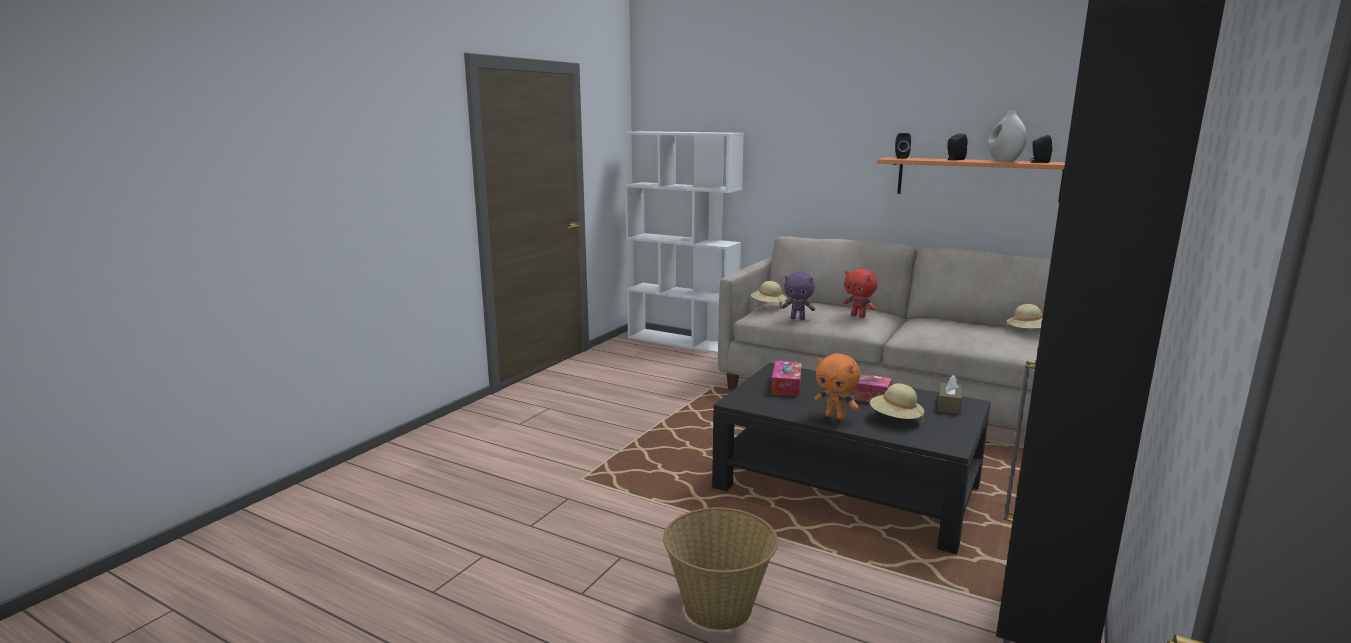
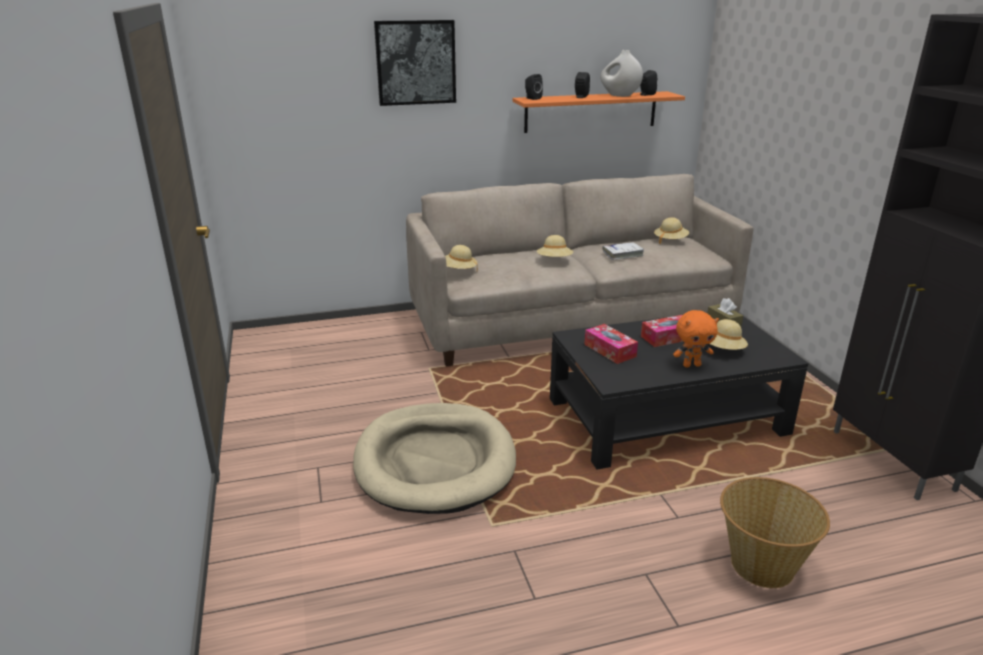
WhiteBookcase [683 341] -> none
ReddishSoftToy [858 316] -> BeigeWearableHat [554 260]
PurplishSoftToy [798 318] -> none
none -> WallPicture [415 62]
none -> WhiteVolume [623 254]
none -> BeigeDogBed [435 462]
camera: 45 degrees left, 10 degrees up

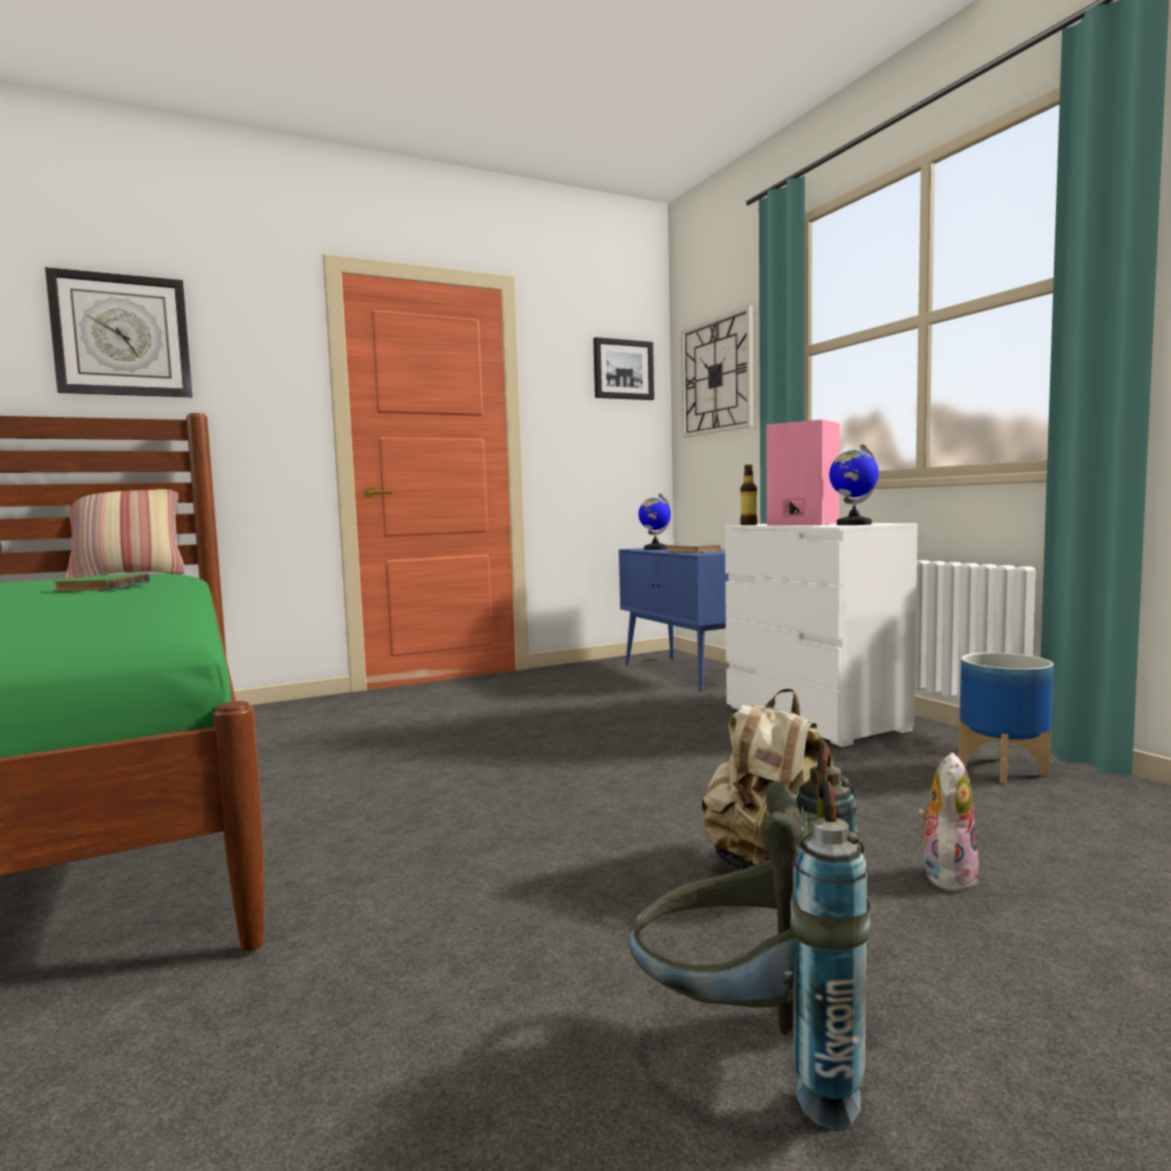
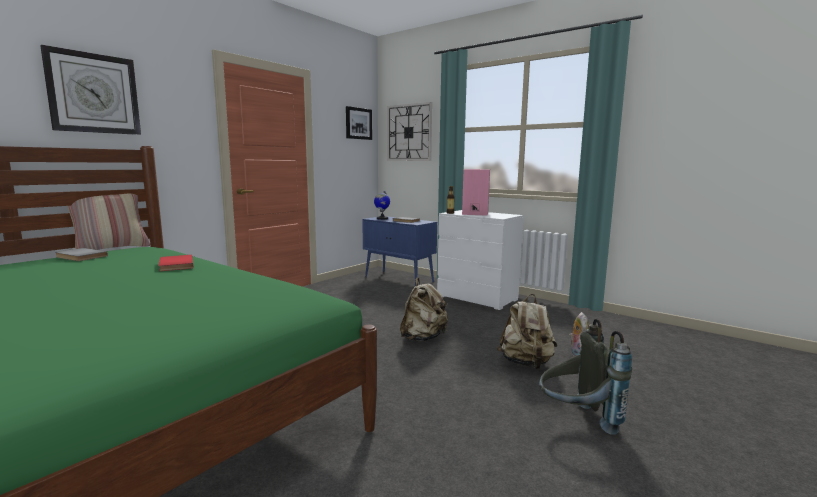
DeskGlobe [853 524] -> none
GreenColouredVolume [100 586] -> ReddishVolume [174 265]
PlantPot [1004 770] -> none
none -> GrayVolume [79 257]
none -> BeigeBackpack [423 338]
camera: 25 degrees left, 5 degrees up

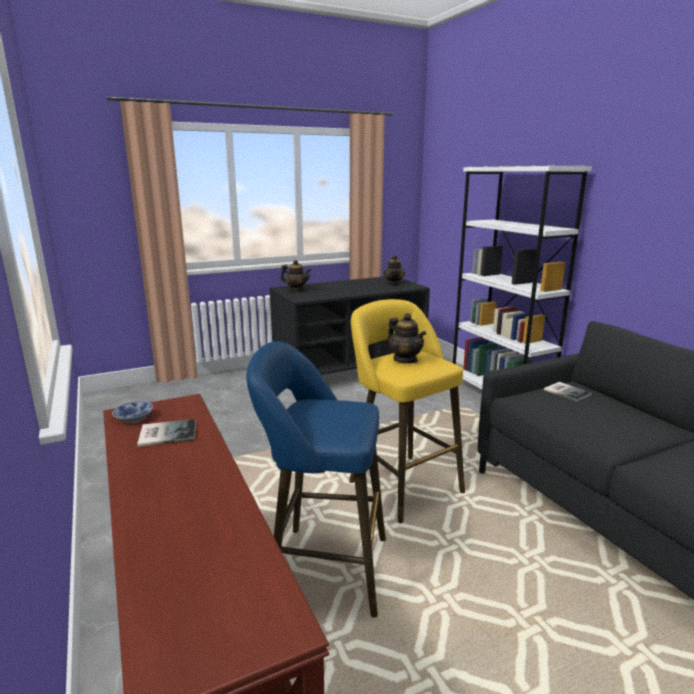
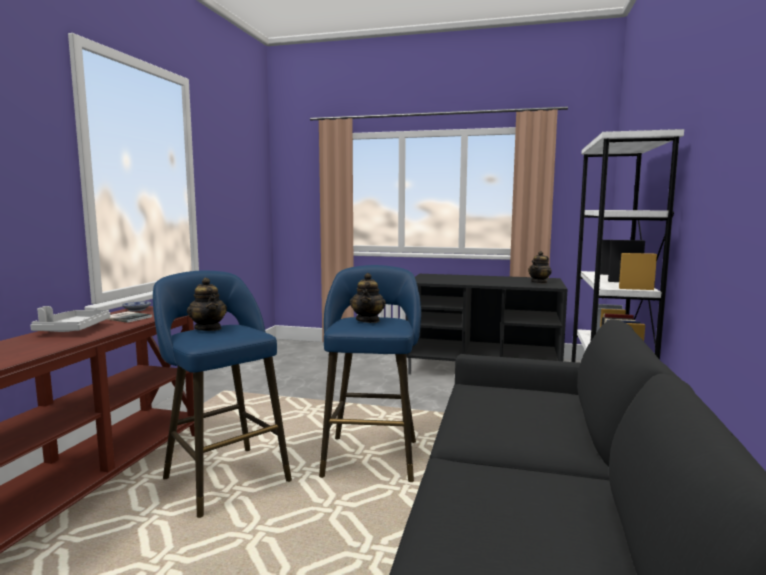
PotForTea [296 290] -> PotForTea [208 328], shifted
YellowishStoolSeat [401 484] -> BlueColouredStoolSeat [371 455]
Volume [566 391] -> none
none -> GrayCarryingTray [73 329]
camera: 40 degrees right, 10 degrees down

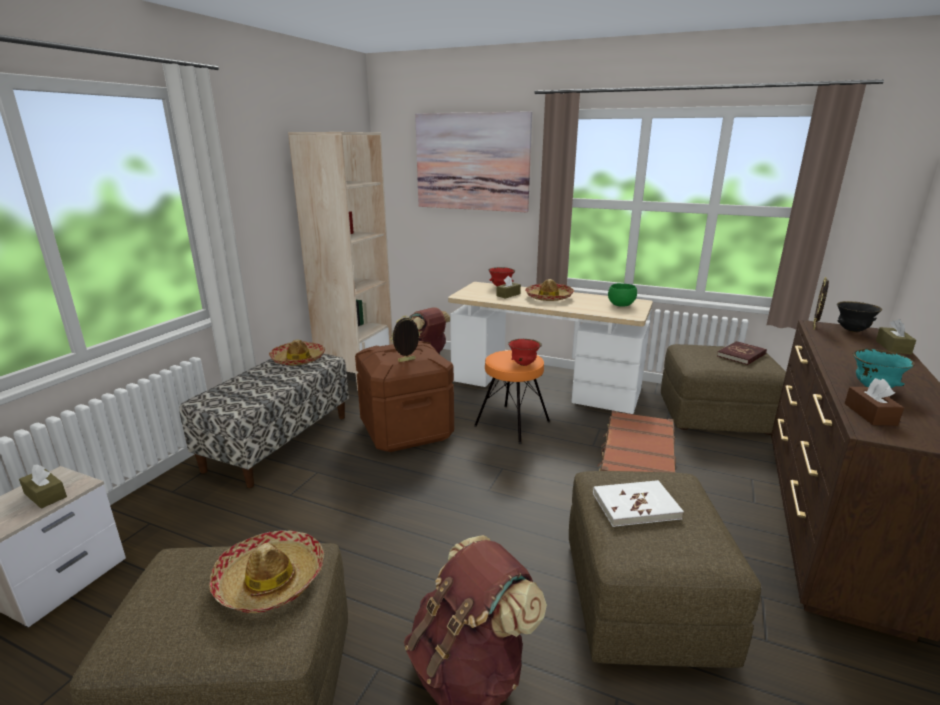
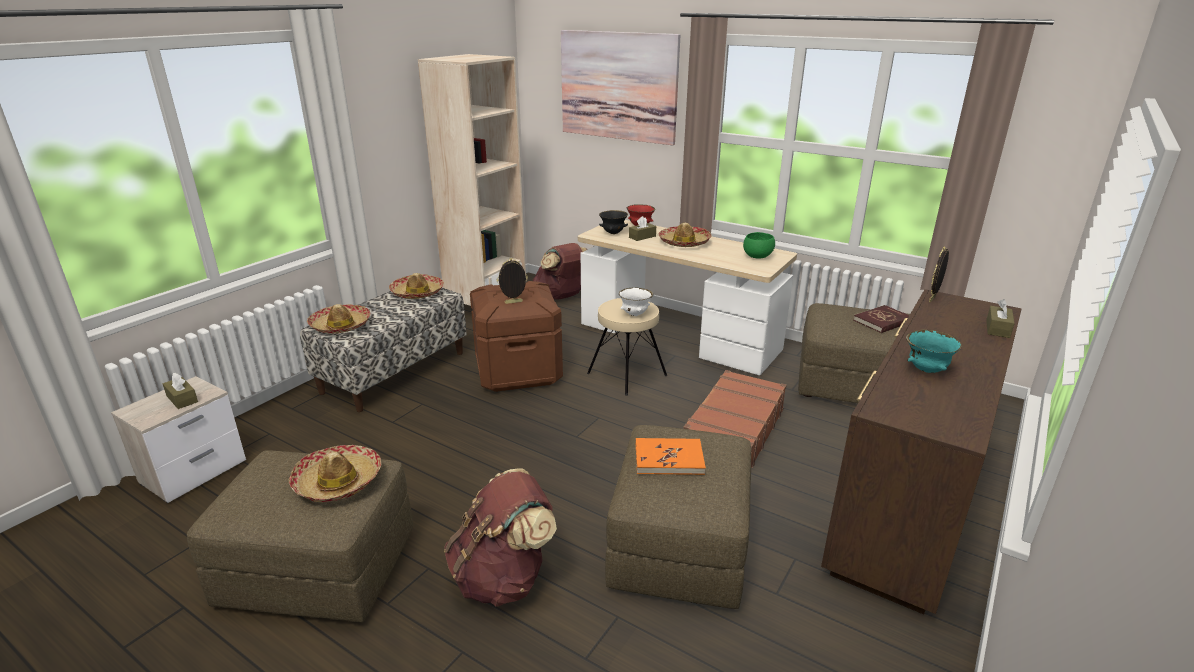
BlackishDeepDish [852 331] -> BlackishDeepDish [613 233], shifted
ReddishDeepDish [524 364] -> WhiteDeepDish [635 314]
OrangeStoolSeat [511 424] -> BeigeStoolSeat [626 374]
BrownTissueBox [870 414] -> none
WhiteVolume [635 506] -> OrangeVolume [669 459]
none -> WearableHat [340 326]
camera: 10 degrees right, 5 degrees up

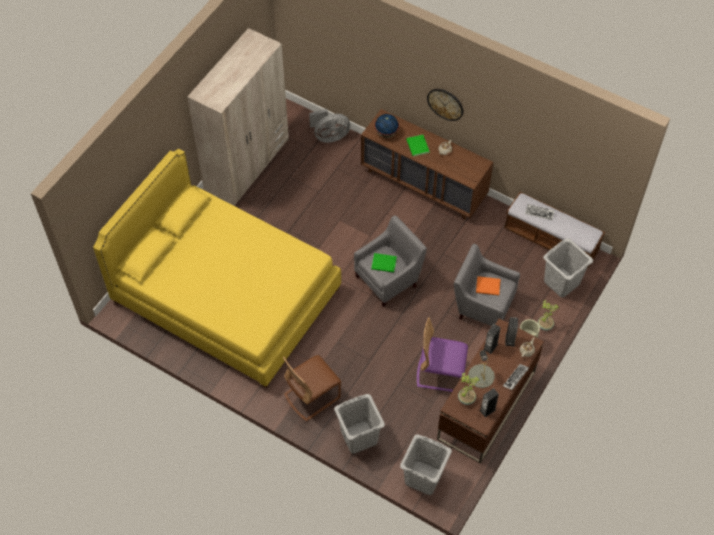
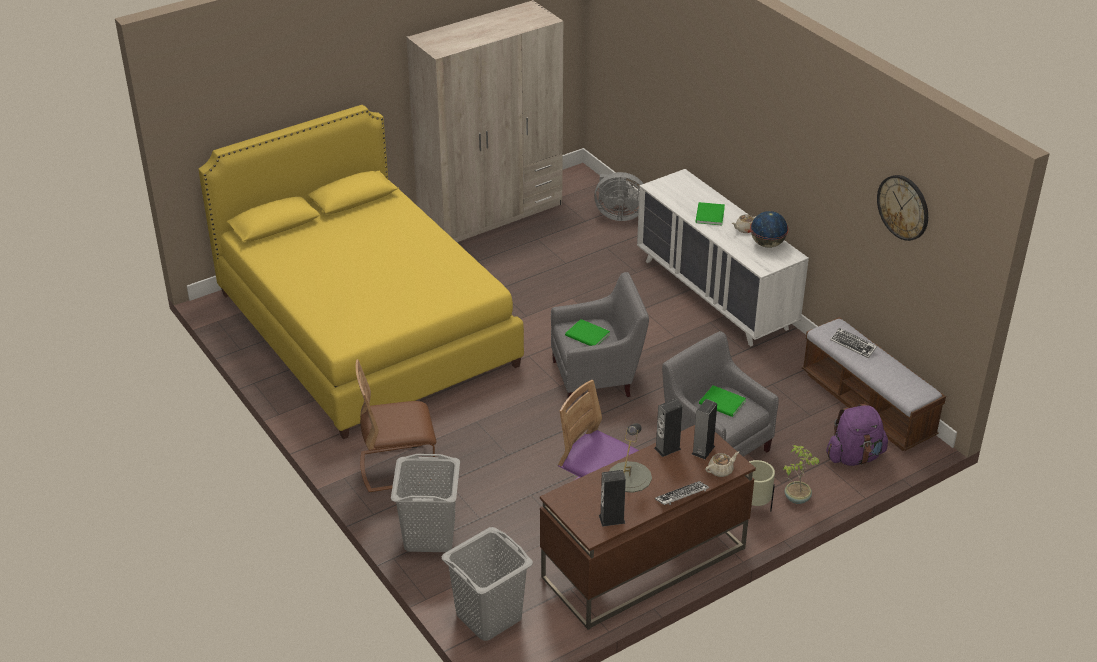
WallClock [445 104] -> WallClock [903 207], shifted
BrownDrawerChest [424 184] -> WhiteDrawerChest [715 295]
DeskGlobe [386 133] -> DeskGlobe [767 244], shifted
GrayHamper [561 282] -> PurplishBackpack [854 457]
OrangeVolume [488 287] -> GreenColouredVolume [722 403]
Houseplant [466 399] -> none
camera: 25 degrees right, 20 degrees down

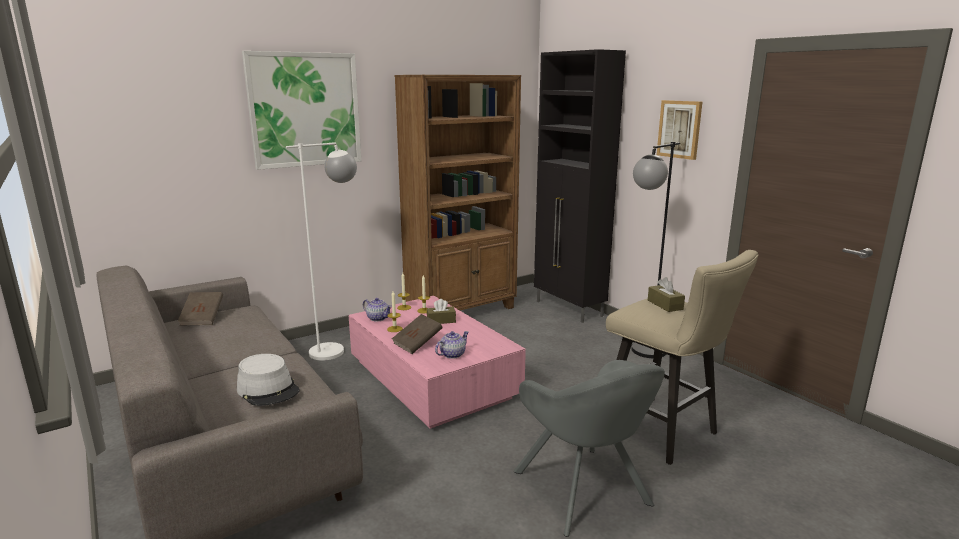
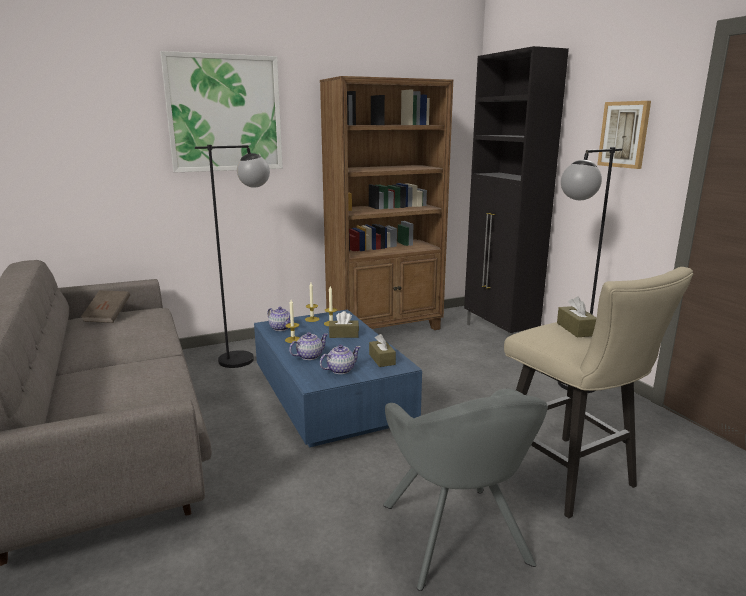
WhiteFloorLamp [337 349] -> BlackishFloorLamp [248 357]
PinkishCoffeeTable [431 379] -> BlueColouredCoffeeTable [330 395]
BrownVolume [417 344] -> PotForTea [309 356]
GrayWearableHat [268 389] -> none
none -> BrownTissueBox [382 359]
camera: 10 degrees right, 0 degrees up

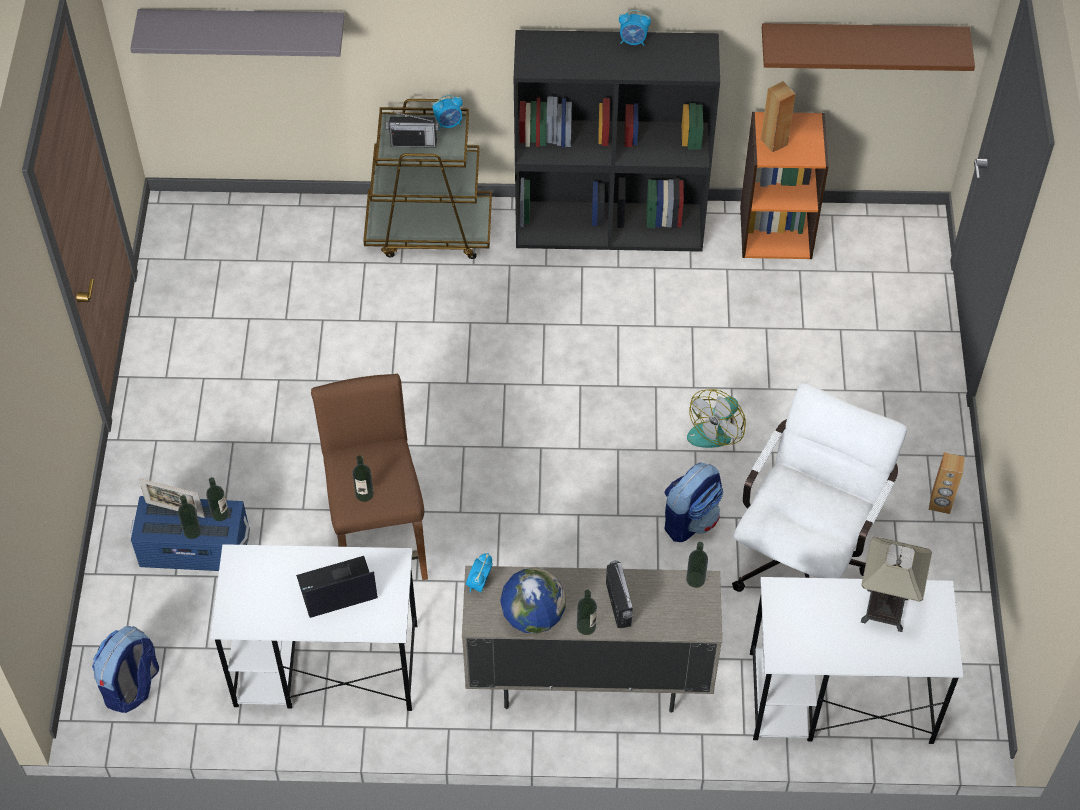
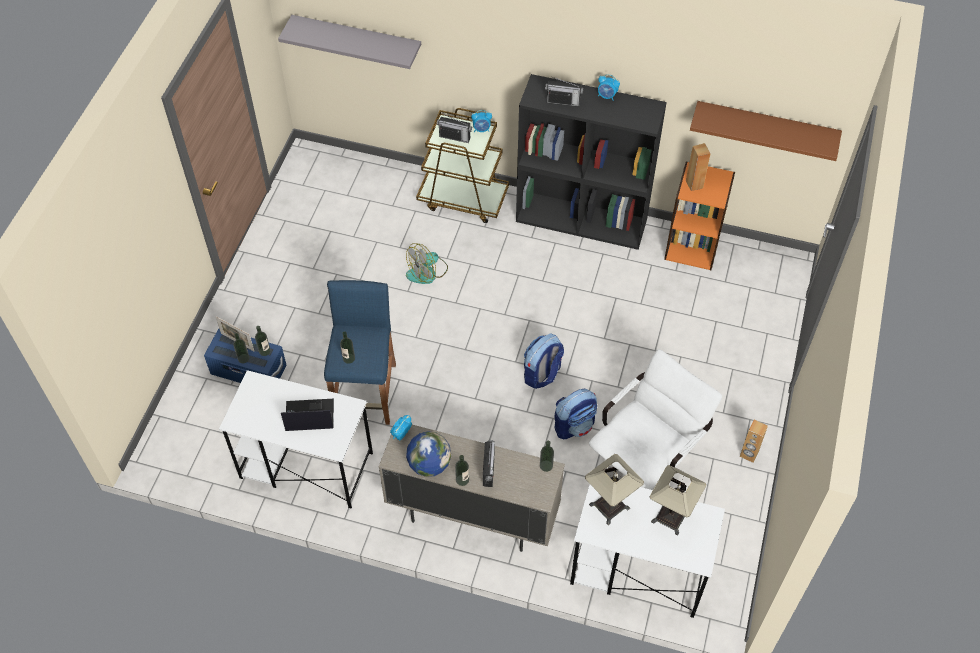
BrownStoolSeat [379 541] -> BlueColouredStoolSeat [366 392]
ElectricFan [717 428] -> ElectricFan [427 272], shifted
Backpack [132 687] -> Backpack [542 374], shifted
none -> RadioSet [563 101]
none -> LampForATable [609 506]
camera: 15 degrees right, 0 degrees up

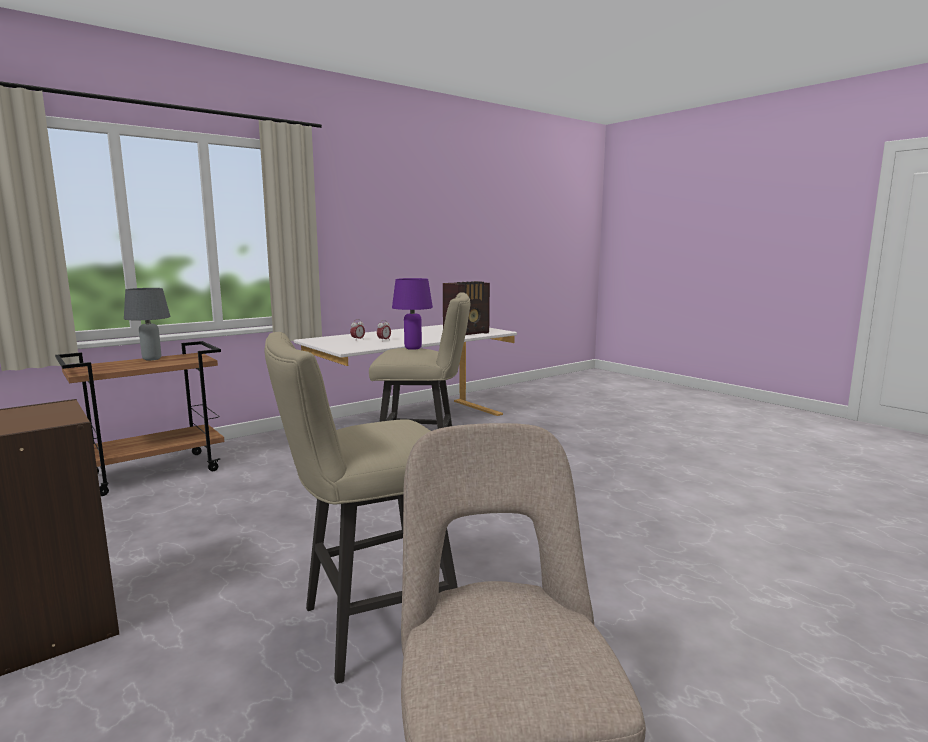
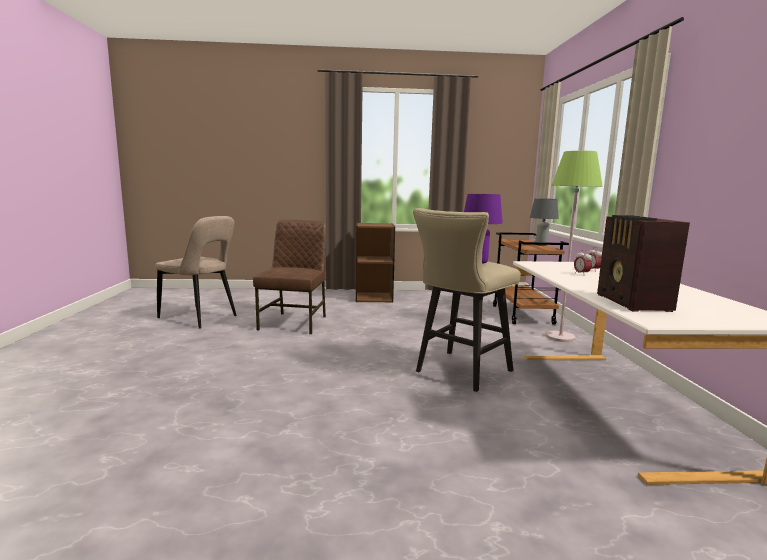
BeigeStoolSeat [369 628] -> BrownChair [295 322]
none -> GreenColouredFloorLamp [560 337]
camera: 125 degrees right, 0 degrees up

